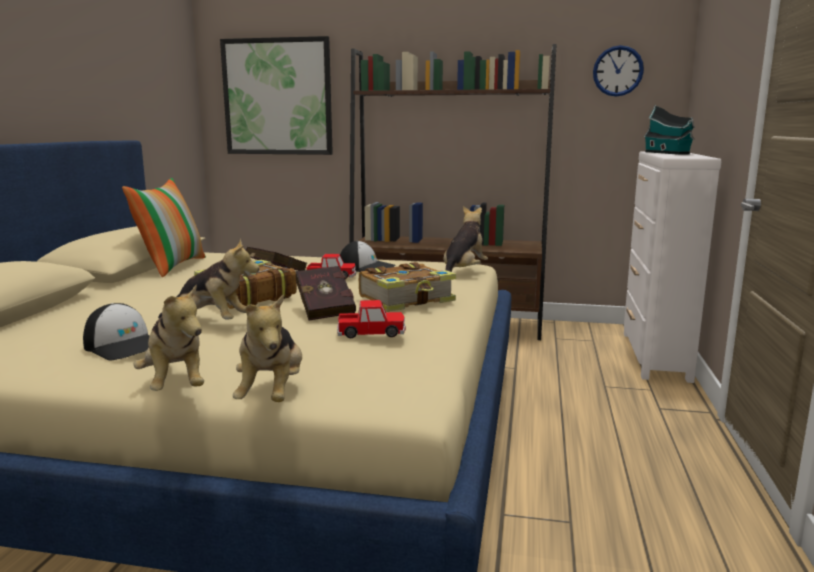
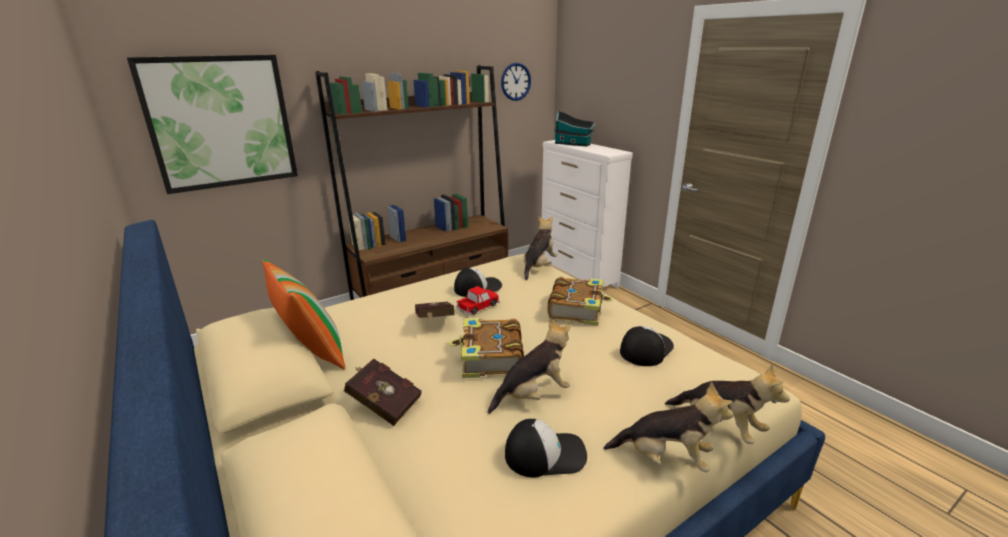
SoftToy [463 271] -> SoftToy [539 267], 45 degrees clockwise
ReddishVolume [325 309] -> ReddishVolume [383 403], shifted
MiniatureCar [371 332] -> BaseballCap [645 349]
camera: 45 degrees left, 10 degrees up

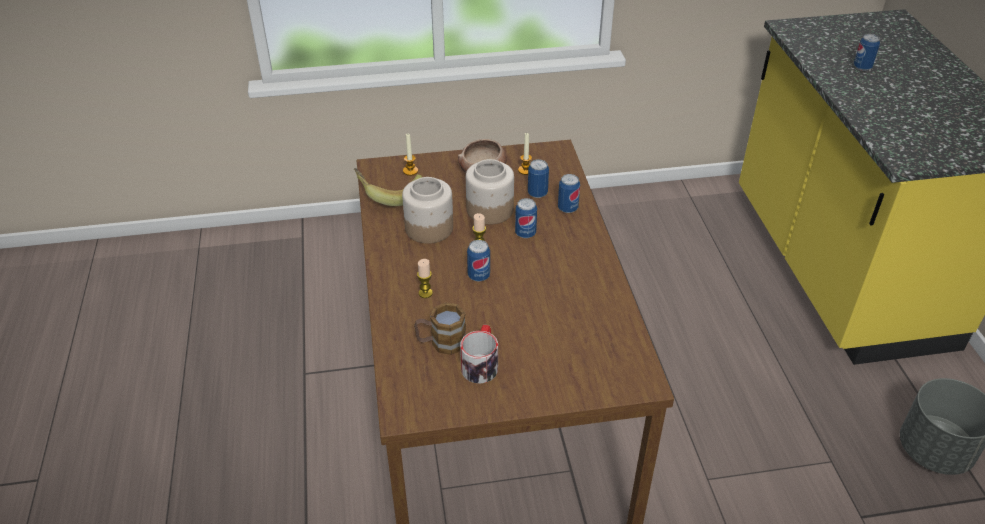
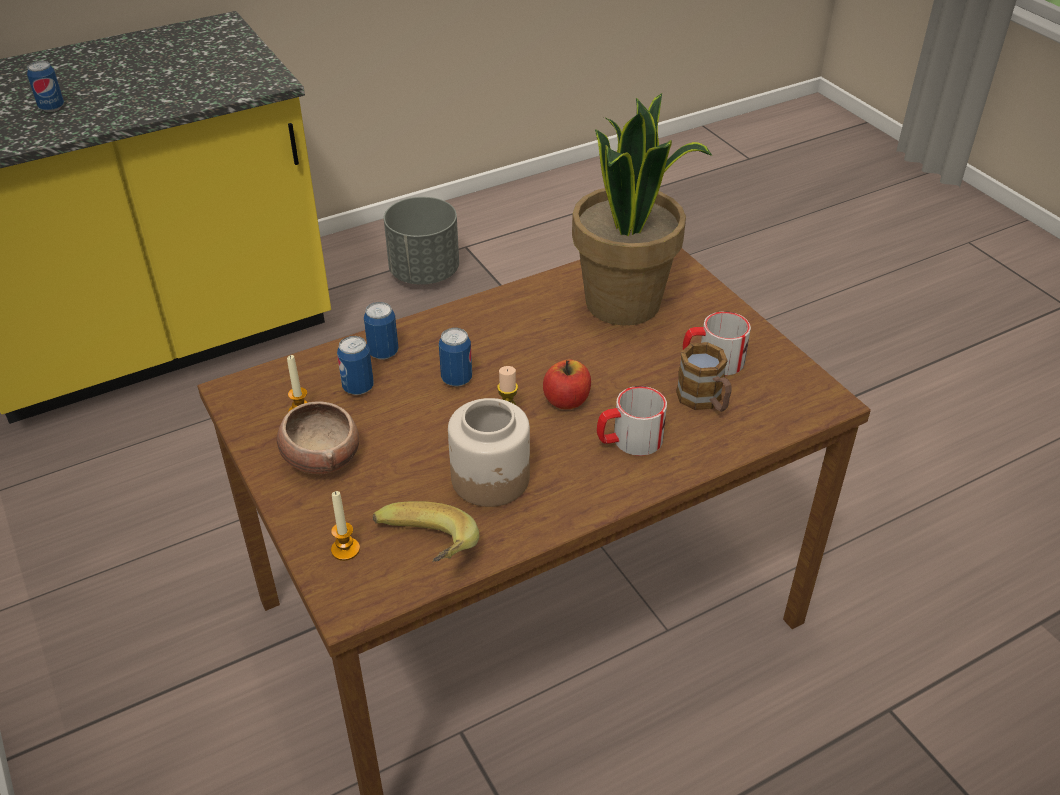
PreserveJar [489 210] -> none
MetalCan [478 276] -> Apple [566 400]
WaxLight [425 293] -> CoffeeMug [629 440]
none -> Houseplant [624 303]
camera: 110 degrees left, 0 degrees up

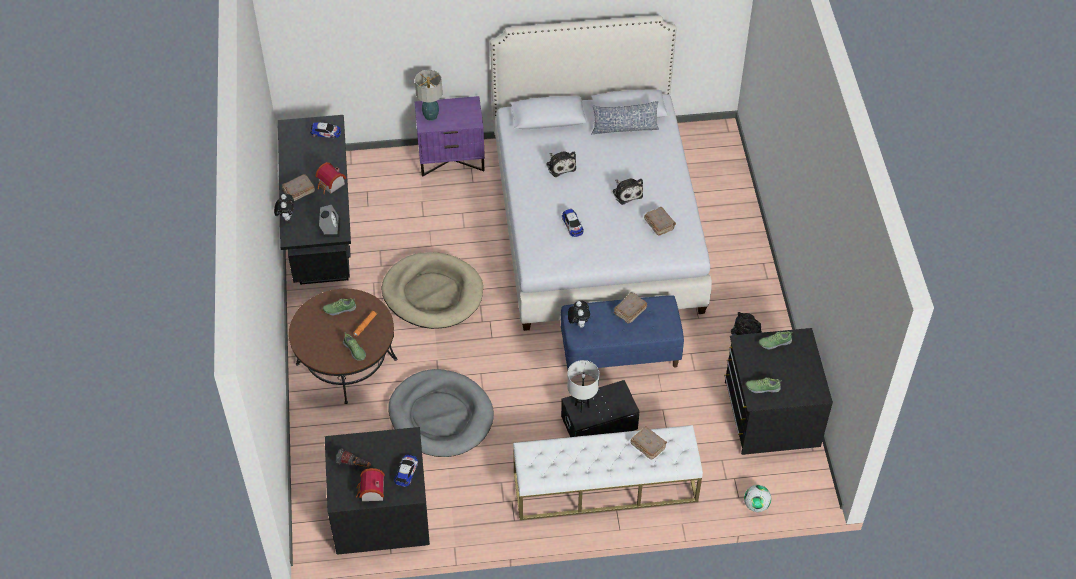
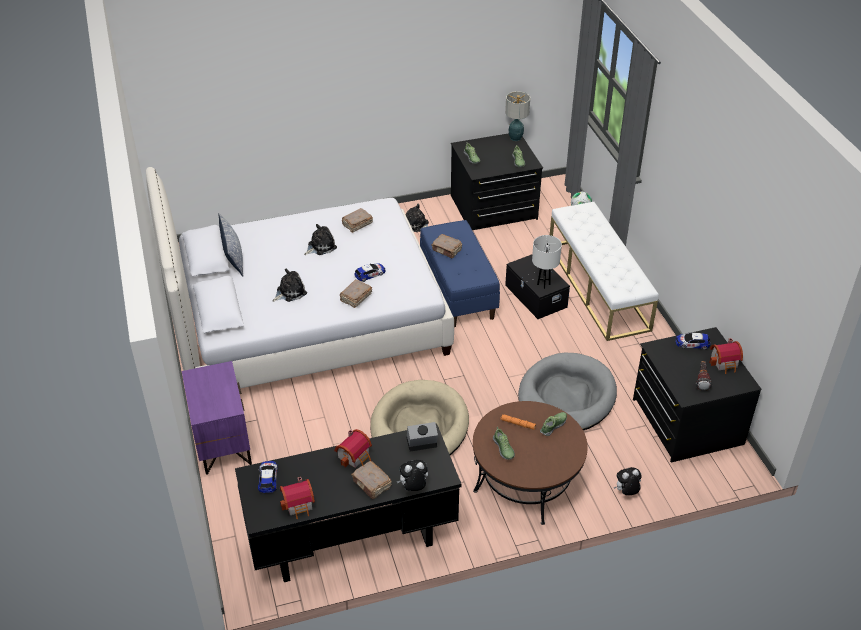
LampForATable [430 116] -> LampForATable [515 138], shifted
SoftToy [578 323] -> SoftToy [626 492], shifted
BrownVolume [647 446] -> BrownVolume [355 298], shifted
none -> ModelHouse [299 505]
camera: 100 degrees left, 10 degrees down

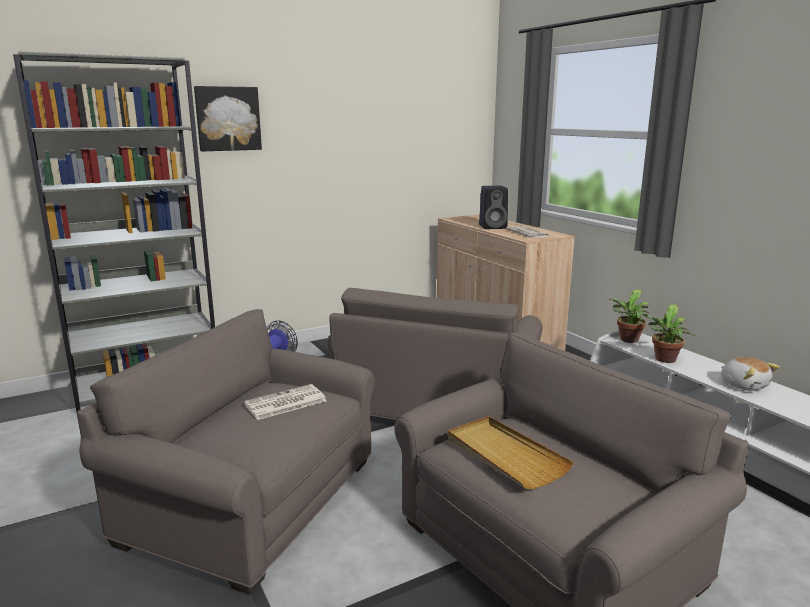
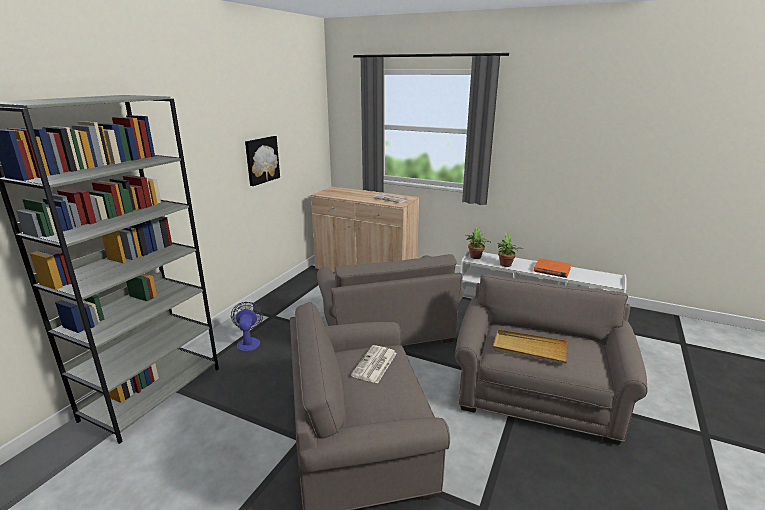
WallPicture [228 118] -> WallPicture [261 160], shifted
BlackishSpeaker [493 227] -> none
SoftToy [744 385] -> OrangeVolume [552 270]
camera: 35 degrees left, 5 degrees up

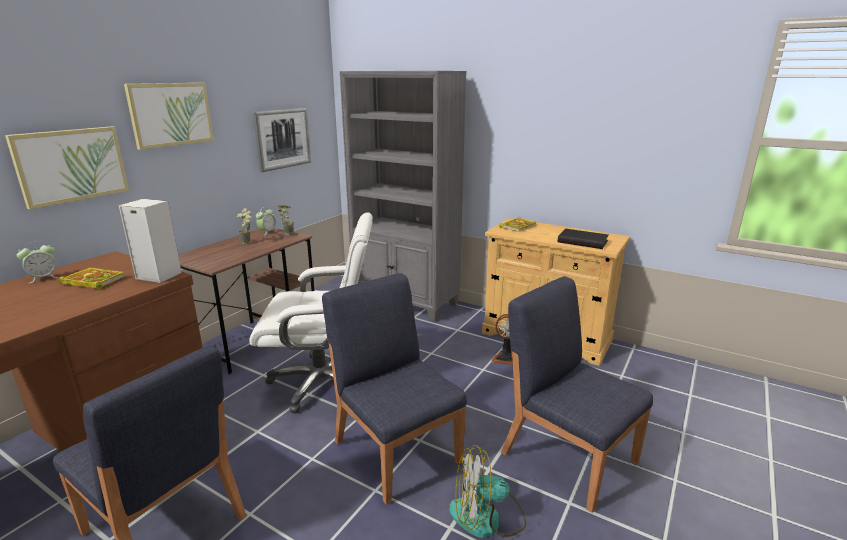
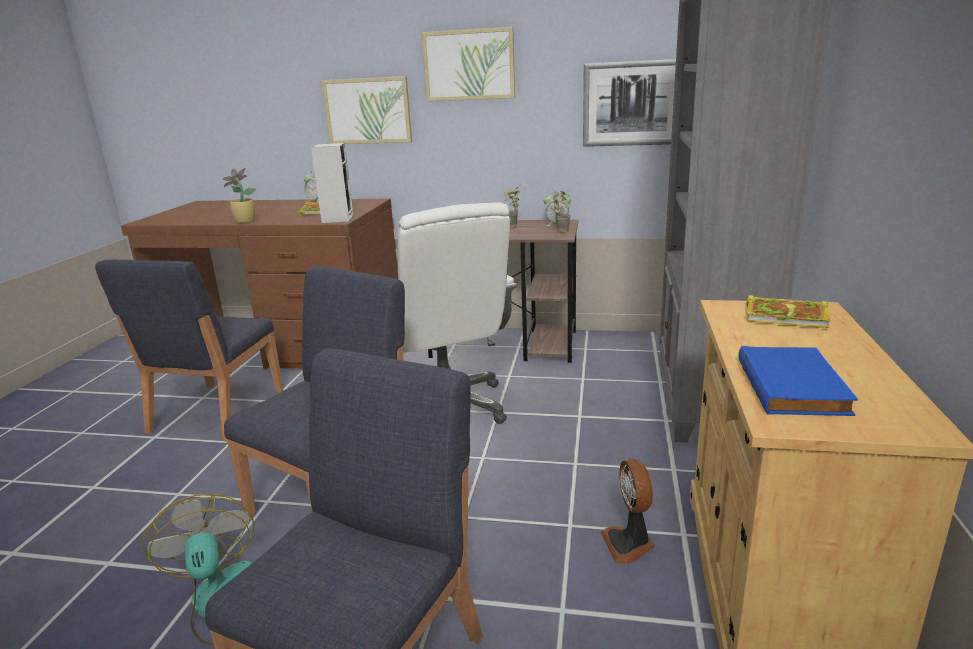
BlackishVolume [583 241] -> BlueColouredVolume [794 387]
none -> Houseplant [244 221]
camera: 70 degrees right, 0 degrees up

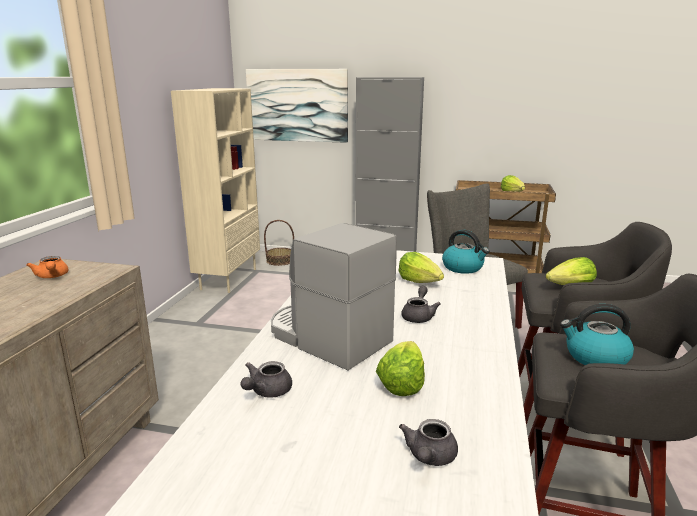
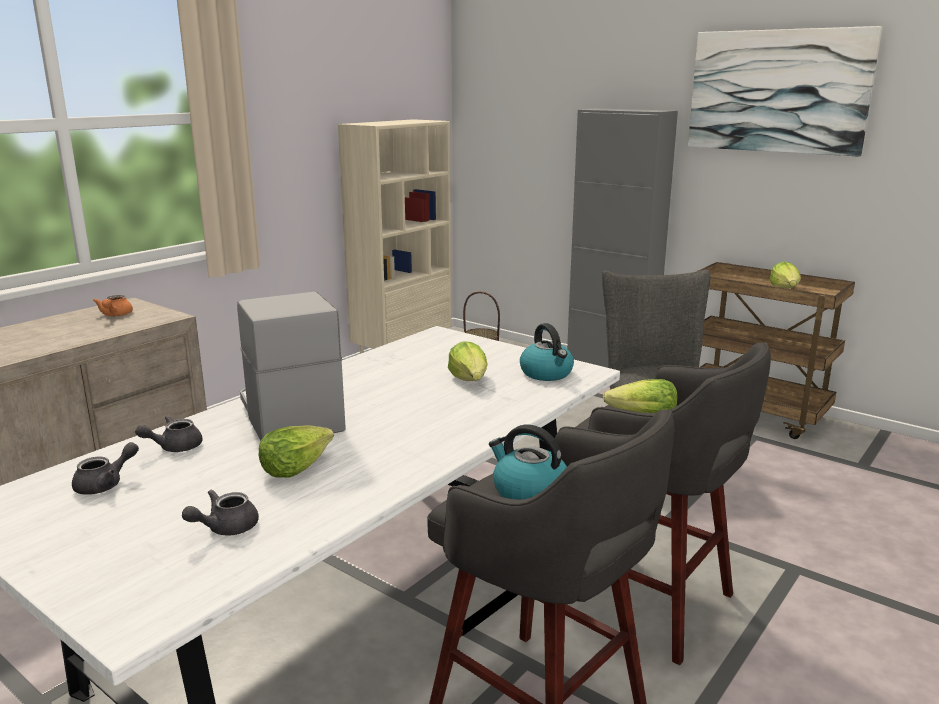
WallPicture [297 105] -> WallPicture [777 91], shifted
GrayPotForTea [418 316] -> GrayPotForTea [105 484], shifted
camera: 25 degrees right, 0 degrees up

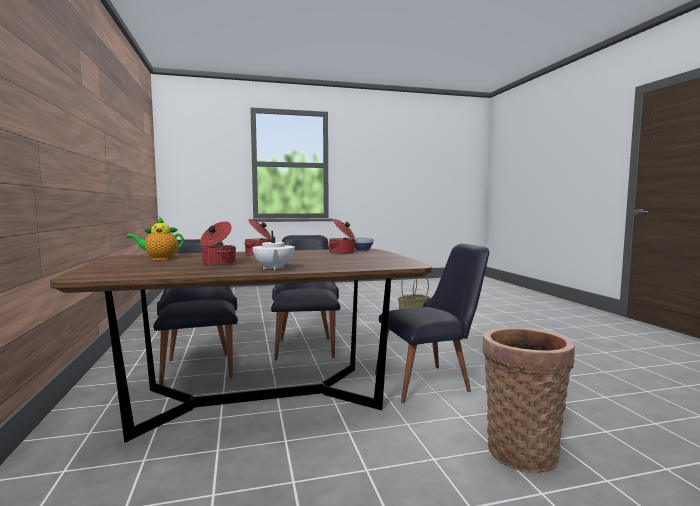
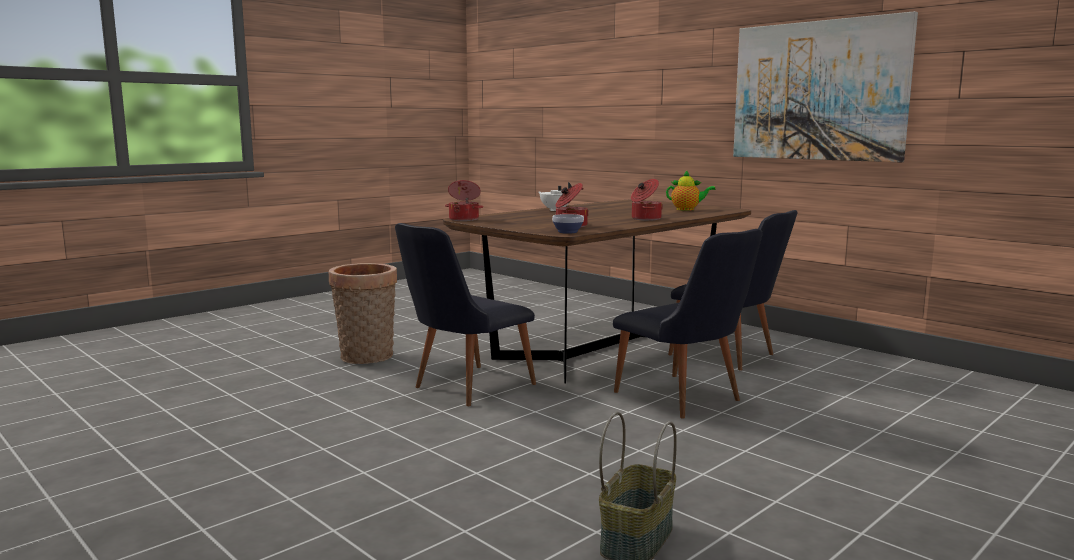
PotForTea [159 259] -> PotForTea [687 209], 60 degrees clockwise
Stockpot [218 264] -> Stockpot [464 219], shifted
none -> WallPicture [818 91]
camera: 150 degrees right, 5 degrees up

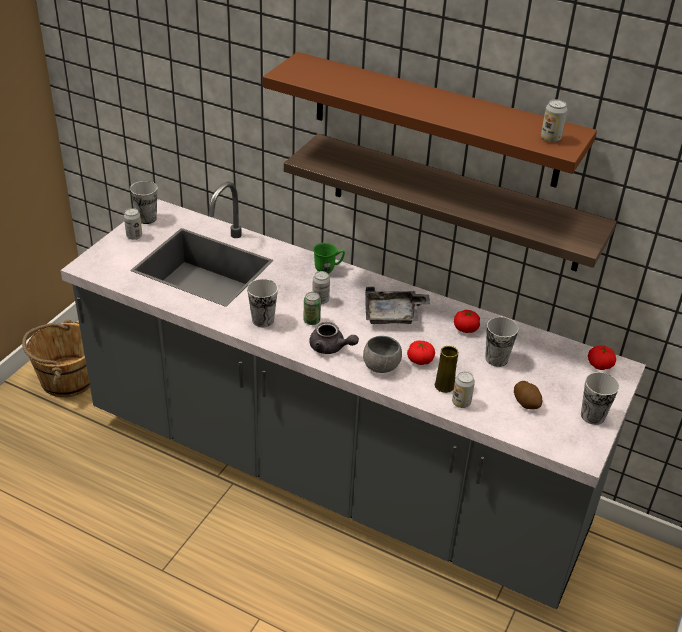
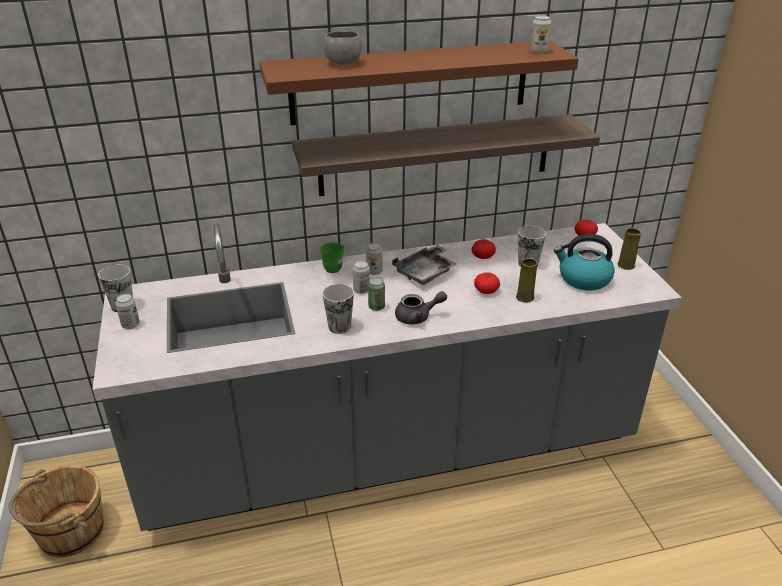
GrayDeepDish [381 366] -> GrayDeepDish [343 63], shifted
MetalCan [461 402] -> MetalCan [374 271], shifted
SmallCup [592 416] -> YellowishVase [626 265]
Spud [526 403] -> WaterKettle [583 279]
camera: 40 degrees left, 5 degrees down

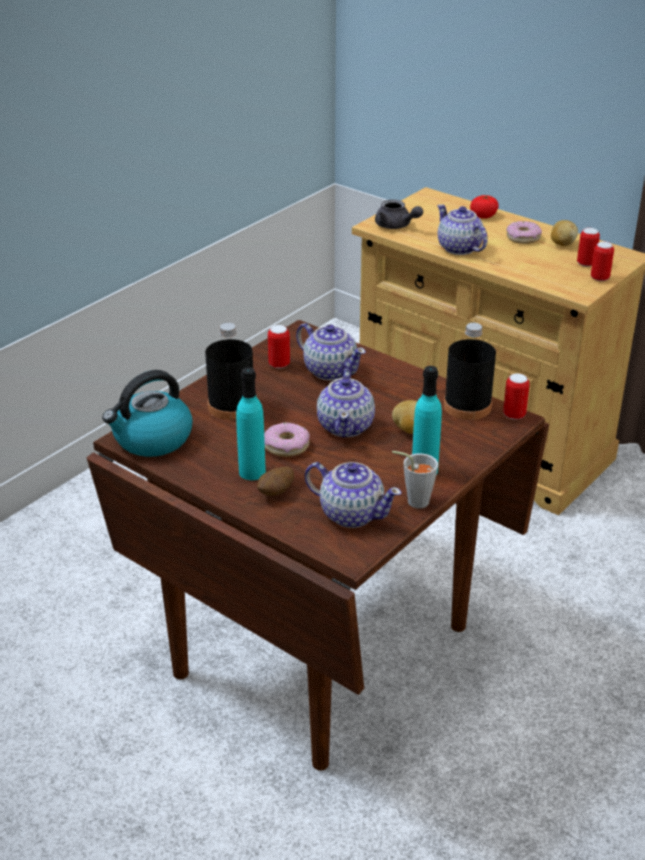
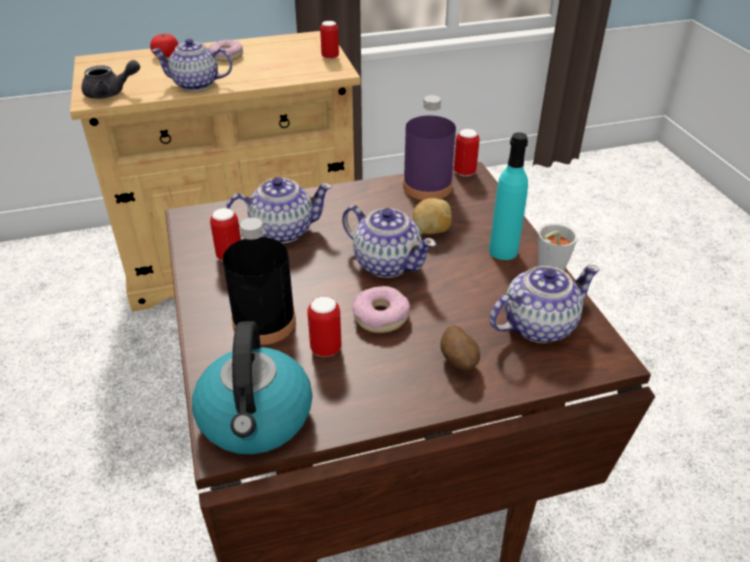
Spud [562 244] -> none
MetalCan [586 264] -> MetalCan [326 349], shifted
BlackishBottle [467 406] -> PurplishBottle [427 187]
BlueGreenBottle [252 472] -> none
camera: 55 degrees left, 5 degrees up

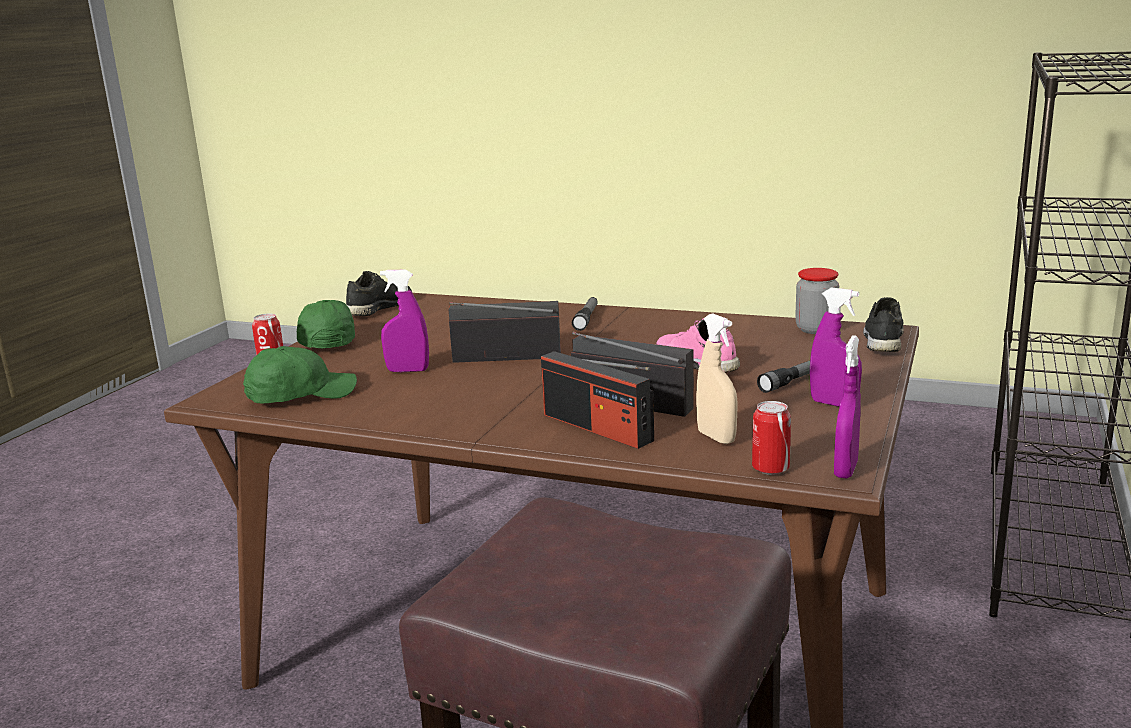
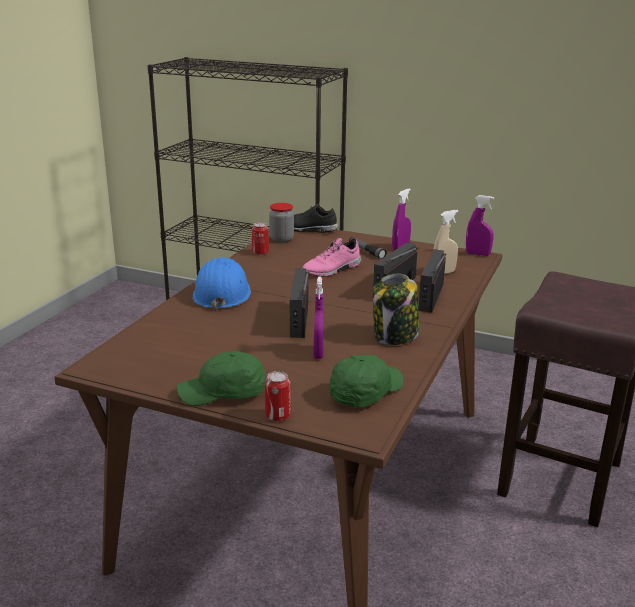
BlackishLowShoe [378 308] -> none
Flashlight [586 319] -> BlueColouredWorkHelmet [222 293]
GreenColouredBaseballCap [300 395] -> GreenColouredBaseballCap [365 392], 60 degrees clockwise
RadioSet [597 428] -> RadioSet [431 297], 150 degrees clockwise
MetalCan [770 468] -> MetalCan [260 252], shifted
none -> PreserveJar [395 336]
camera: 90 degrees left, 5 degrees up

